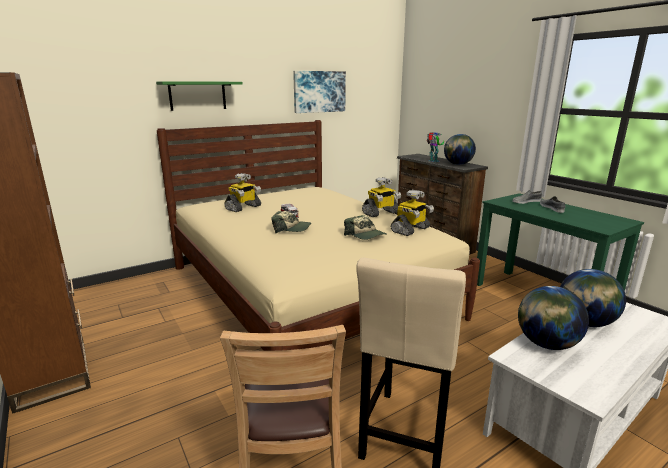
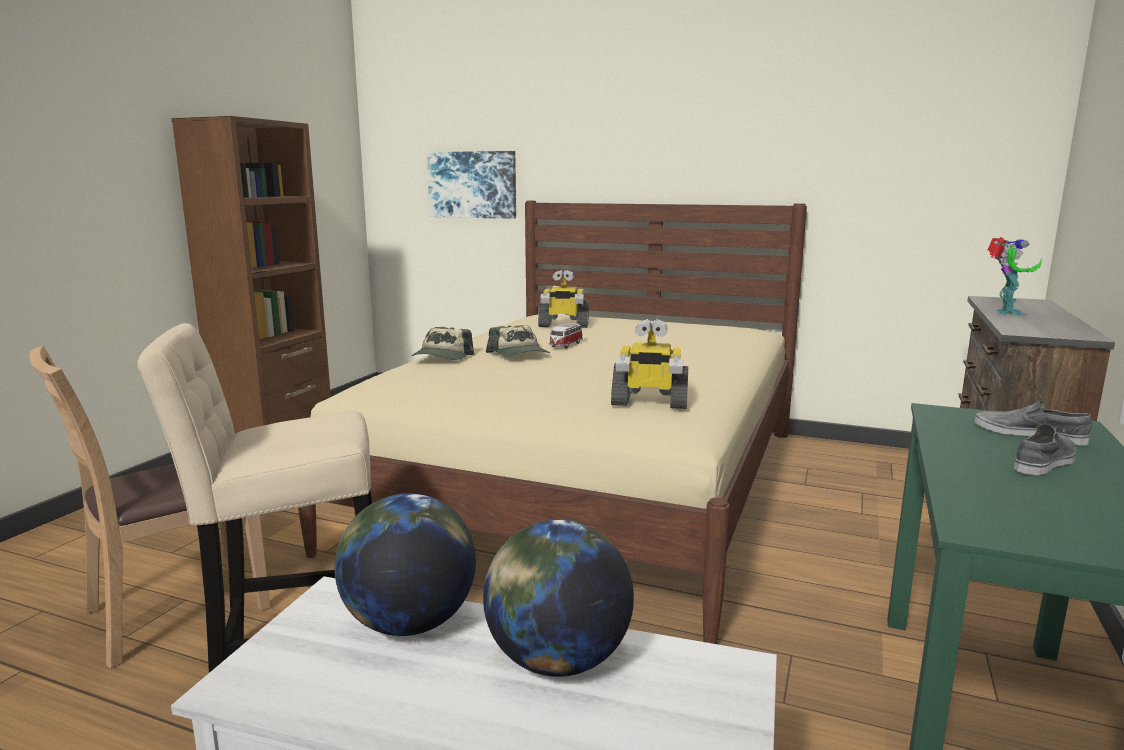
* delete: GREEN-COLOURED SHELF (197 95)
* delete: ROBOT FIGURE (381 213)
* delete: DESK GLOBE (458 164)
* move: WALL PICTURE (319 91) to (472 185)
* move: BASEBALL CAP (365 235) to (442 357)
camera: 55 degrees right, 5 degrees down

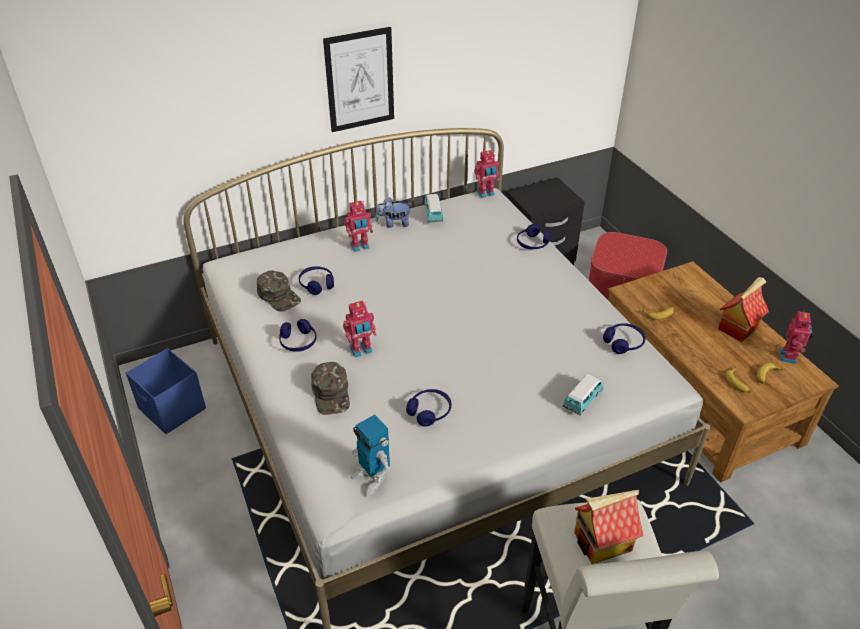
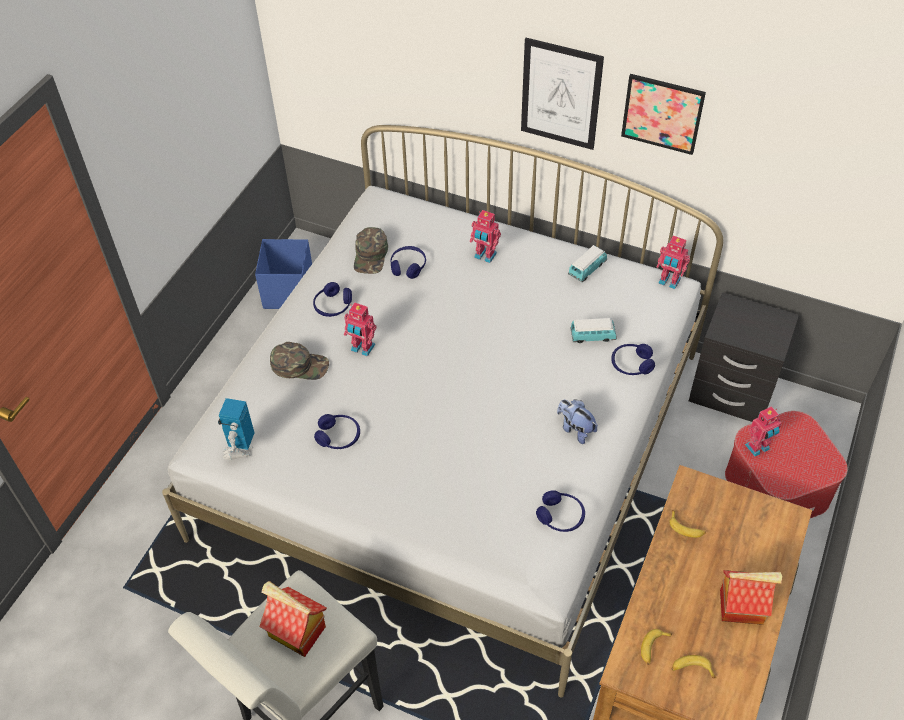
* insert: WALL PICTURE (662 113)
* move: PLUSH TOY (394 224) to (575 429)
* move: MINIATURE CAR (582 400) to (593 336)
* move: ROBOT FIGURE (789 357) to (758 448)
* rotate: GREEN-COLOURED BASEBALL CAP (331 393) = (300 365) 120 degrees counterclockwise
camera: 50 degrees right, 10 degrees up

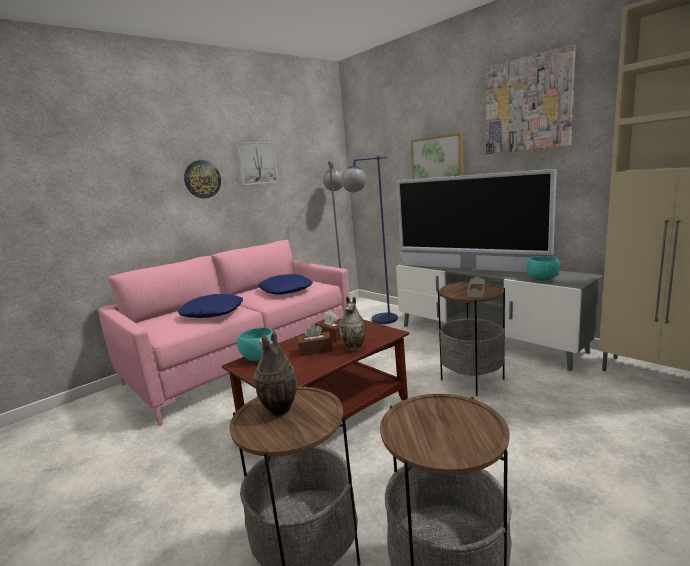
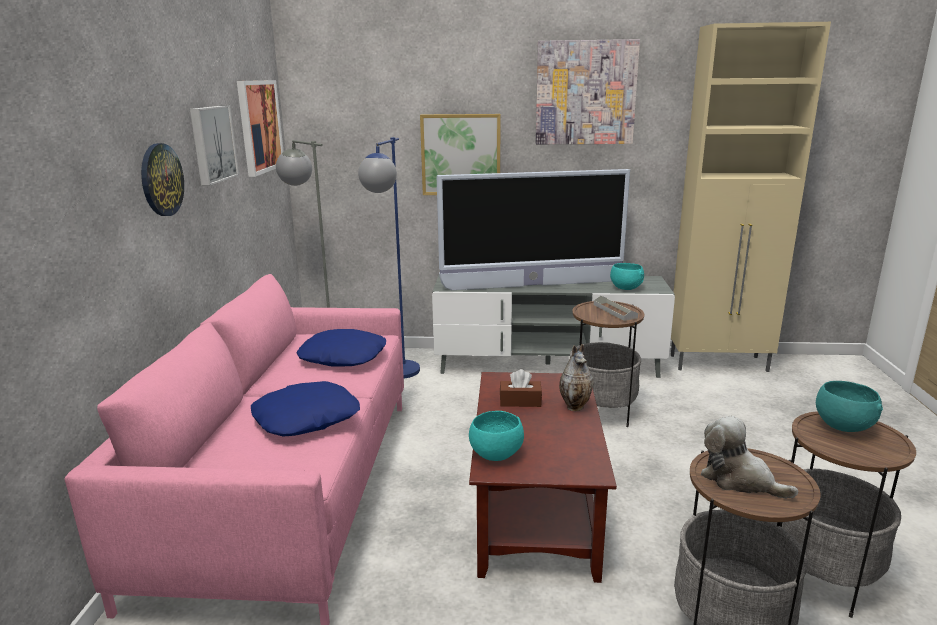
* delete: BROWNISH TISSUE HOLDER (315 350)
* insert: WALL PICTURE (259 126)
* insert: BLUE-GREEN BOWL (842 426)
* replace: FLOWER VASE (279 411) to PLUSH TOY (739 479)
camera: 45 degrees left, 5 degrees up

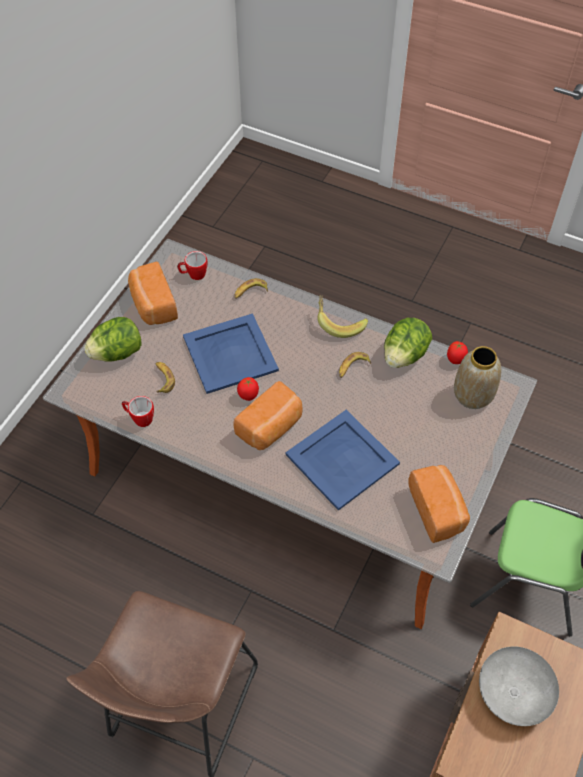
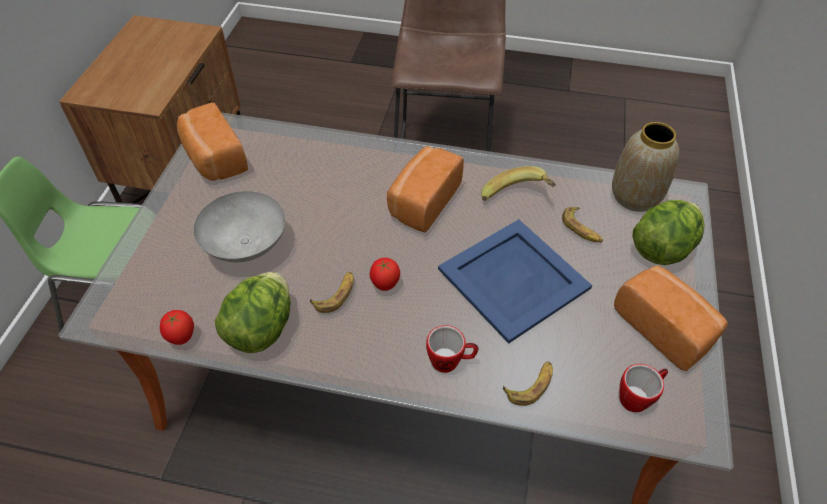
* delete: BLUE TRAY (341 459)
* move: COFFEE MUG (139 418) to (450 361)
* move: FRESH TOMATO (248 396) to (385 285)
* move: BANANA FRUIT (339 323) to (517 199)
* move: FLOWER VASE (472 395) to (635 197)
* move: GREY BOWL (513 695) to (245 244)
camera: 165 degrees right, 5 degrees down

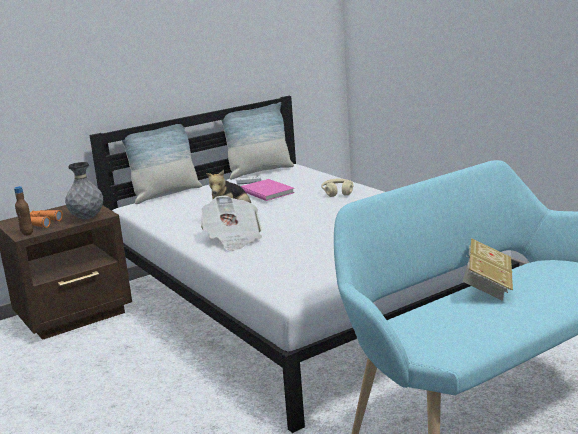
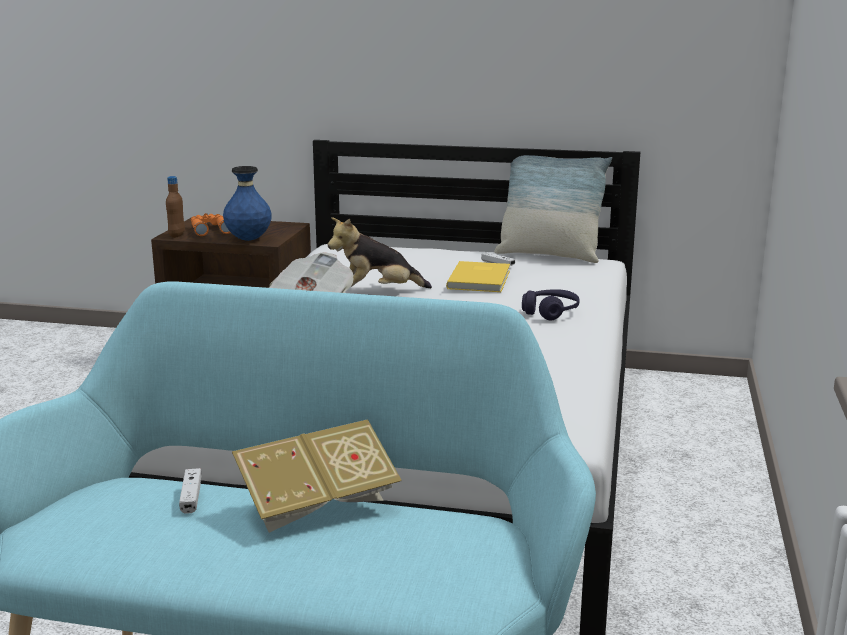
* delete: THROW PILLOW (165 194)
* insert: WHITE-COLOURED GAME CONTROLLER (191 497)
* recolor: GREY FLOWER VASE (87 218) to BLUE FLOWER VASE (248 240)
* recolor: PINK-COLOURED VOLUME (268 191) to YELLOW VOLUME (481 279)
* recolor: BEIGE-COLOURED HEADSET (338 192) to PURPLISH HEADSET (550 312)
camera: 45 degrees right, 0 degrees up

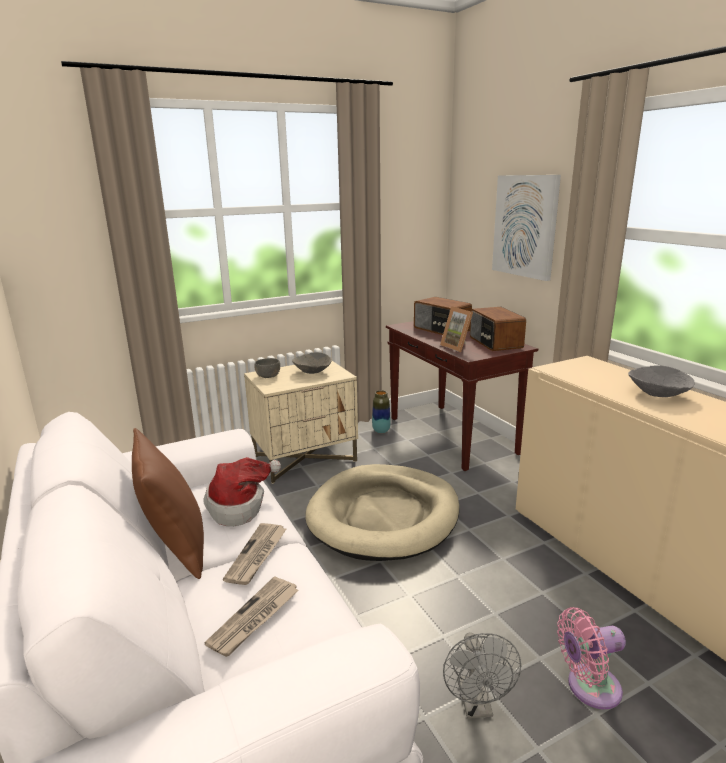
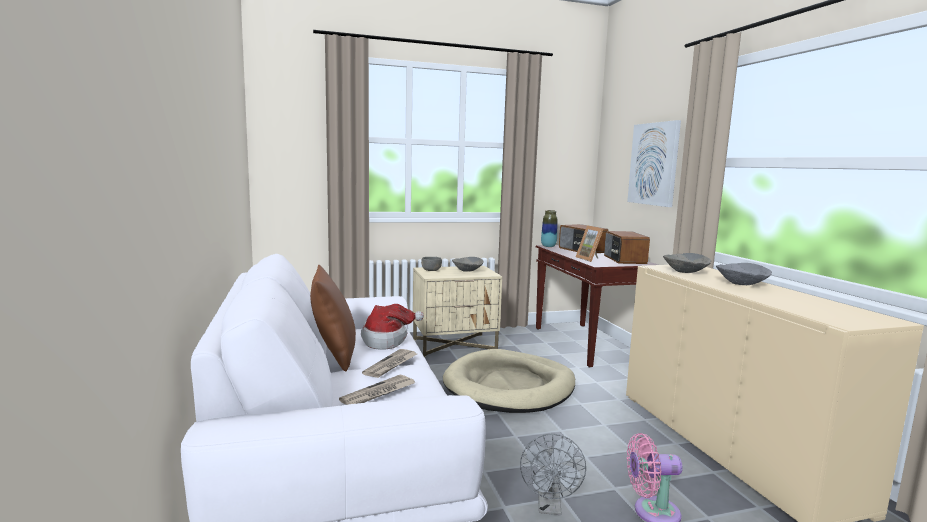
* insert: GREY BOWL (685 272)
* move: FLOWER VASE (381 431) to (548 246)
camera: 10 degrees right, 10 degrees down

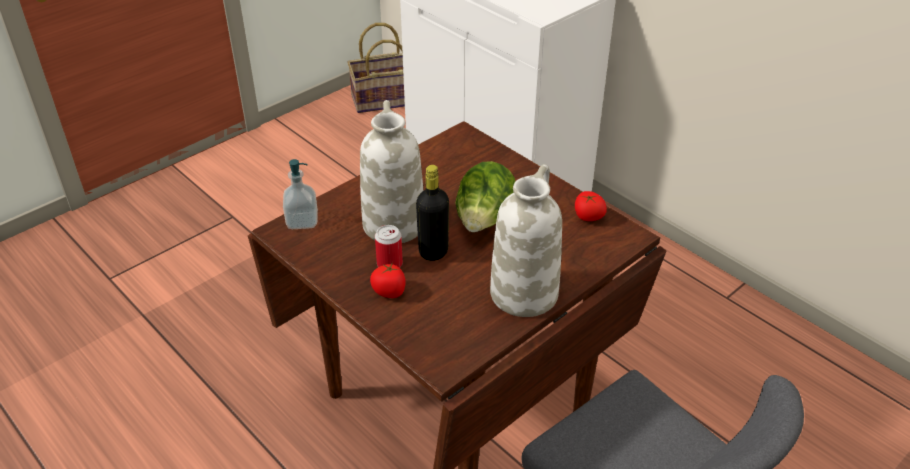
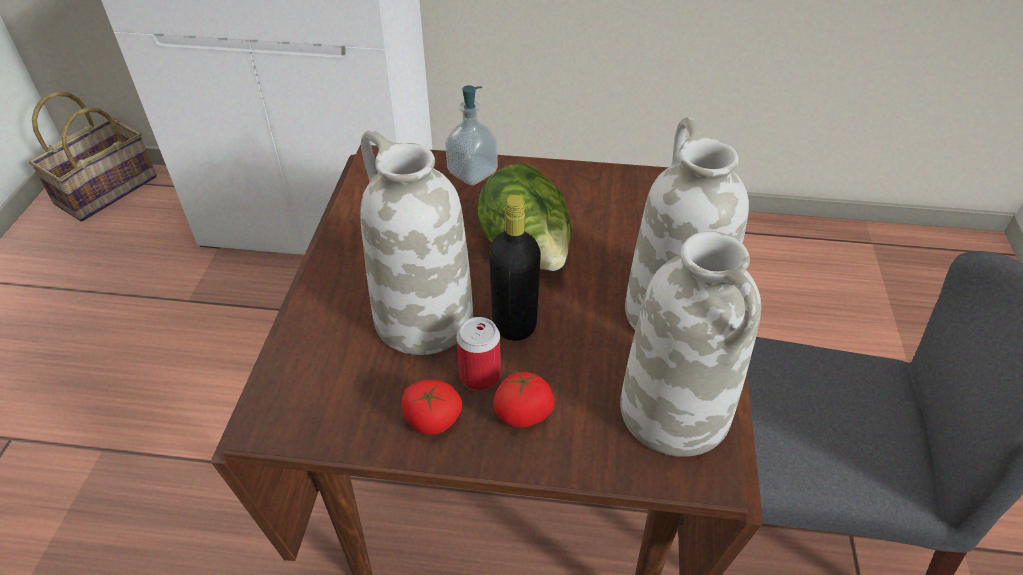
* insert: WHITE-COLOURED FLOWER VASE (676 412)
* move: SOAP BOTTLE (302 221) to (472 173)
* move: FRESH TOMATO (588 217) to (432 420)
camera: 40 degrees left, 5 degrees up

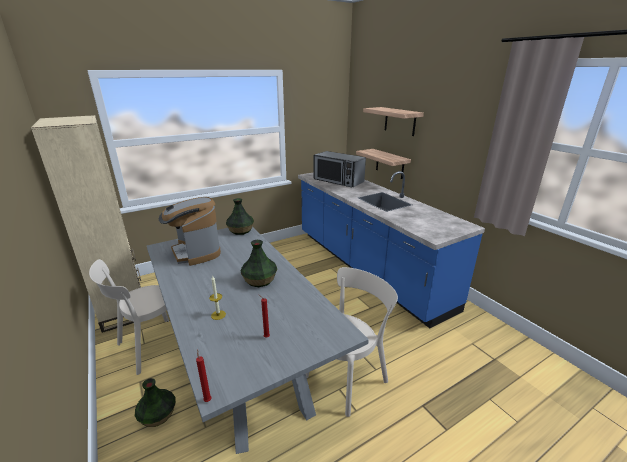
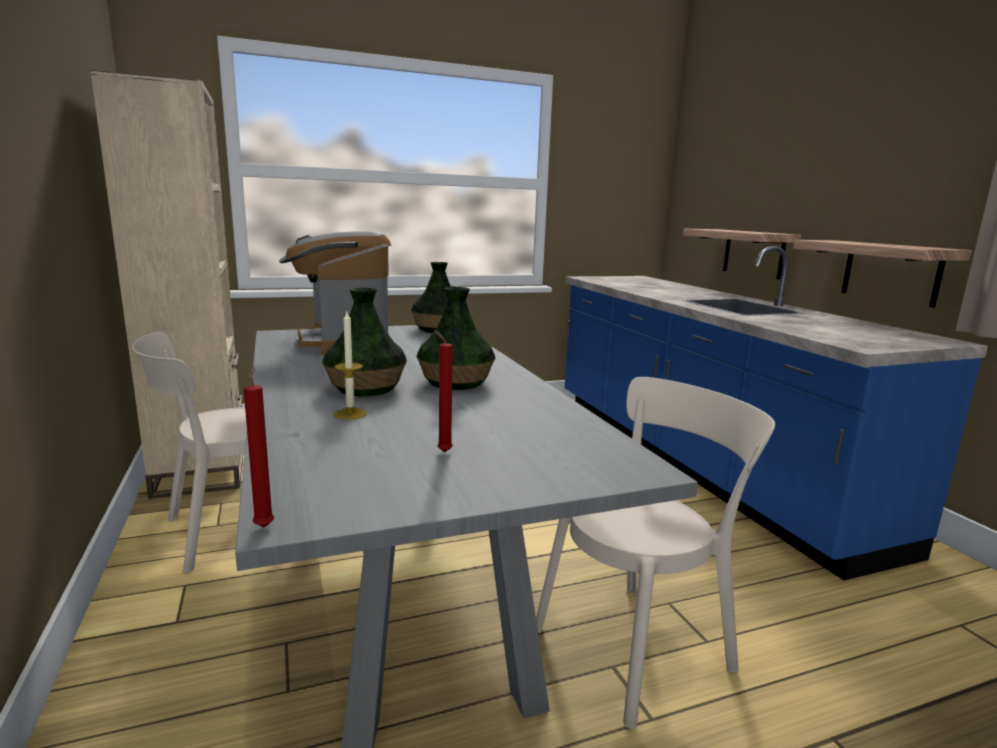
* delete: MICROWAVE OVEN (338 181)
* move: FLOWER VASE (158 415) to (365 388)
* move: SHELF (400 121) to (890 272)
camera: 10 degrees right, 10 degrees down

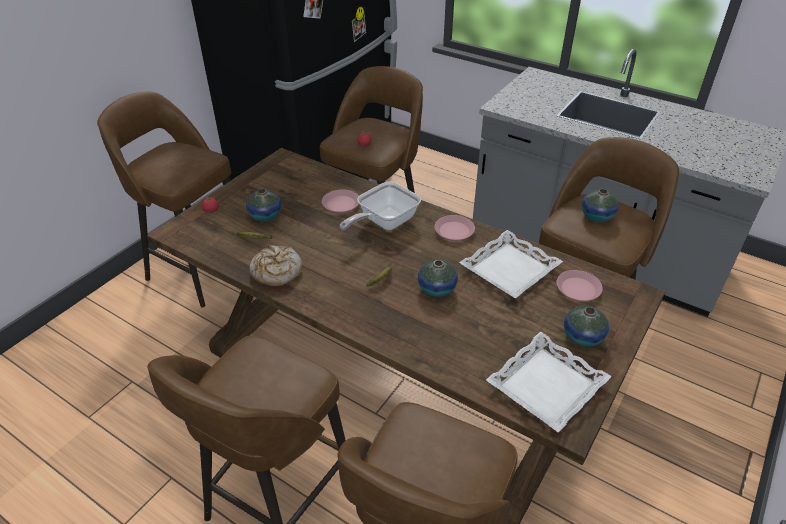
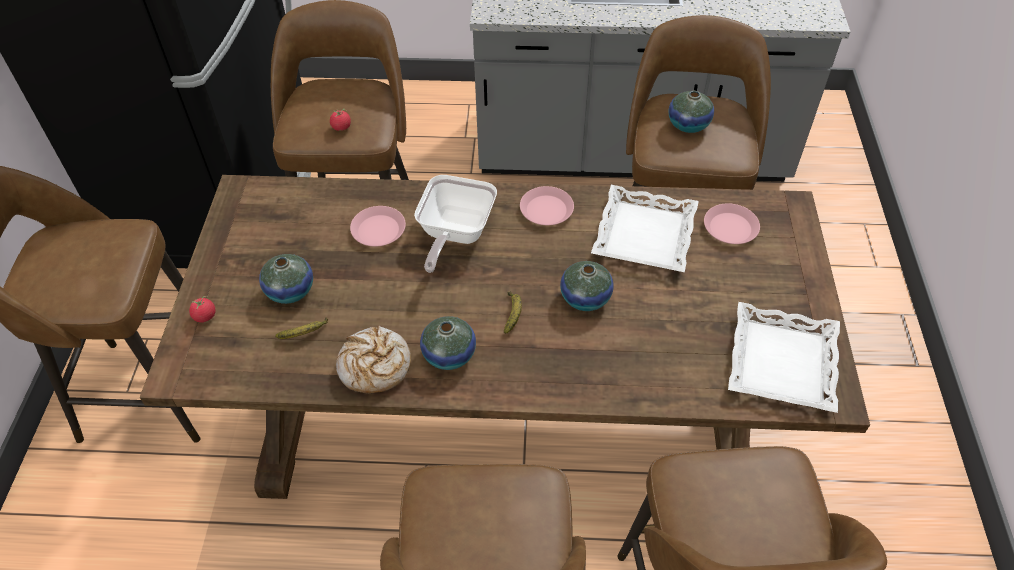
* move: FLOWER VASE (582 337) to (449 355)
camera: 30 degrees left, 10 degrees up

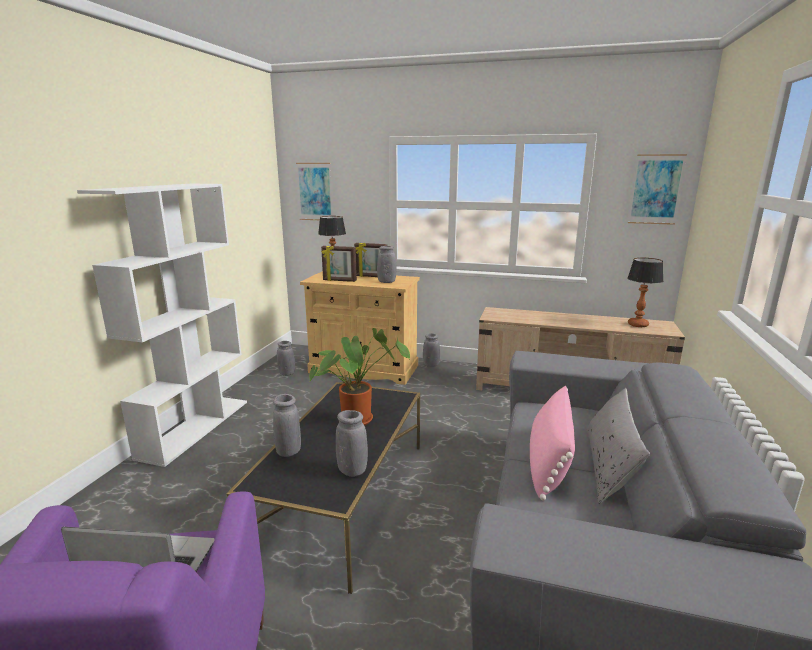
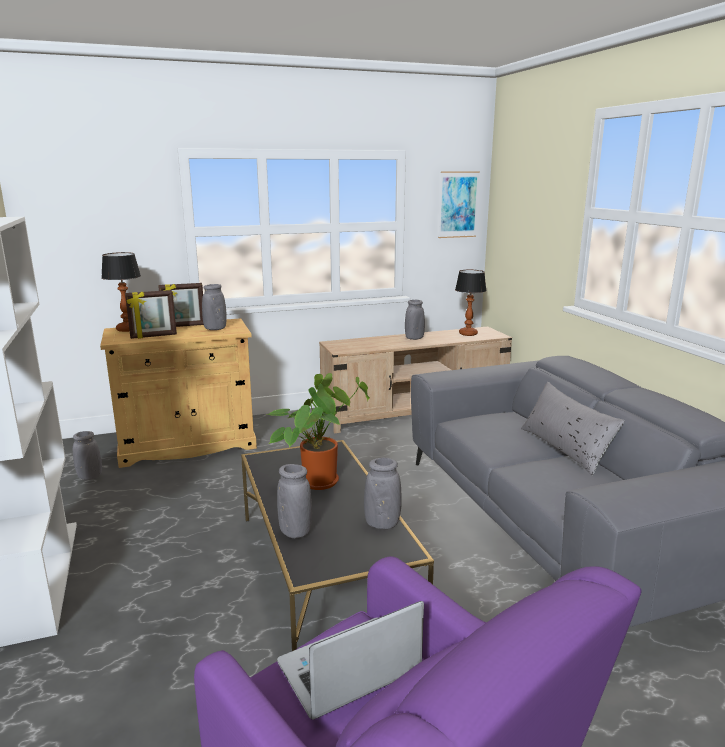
* delete: WALL PICTURE (315 191)
* delete: PINK-COLOURED THROW PILLOW (549 460)
* move: GREY FLOWER VASE (431 365) to (414 338)
camera: 35 degrees left, 0 degrees up

